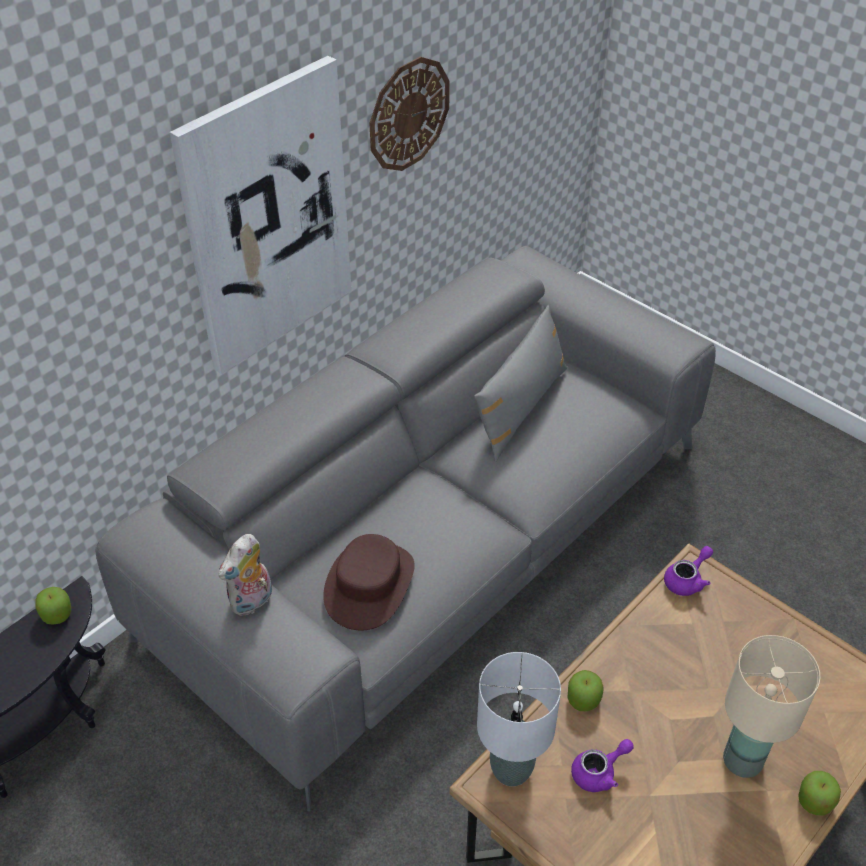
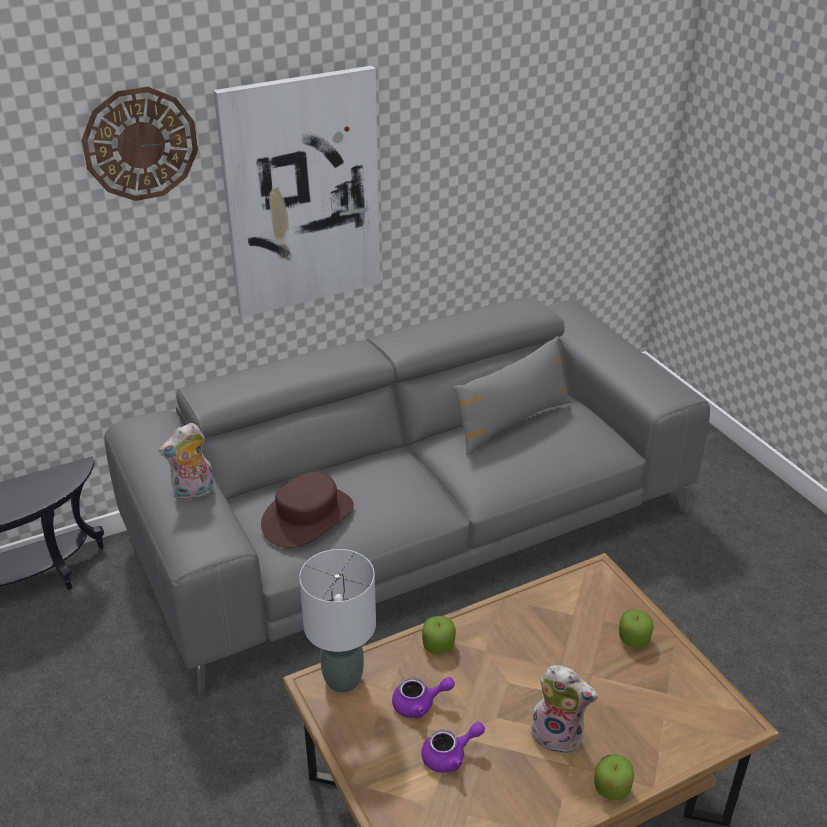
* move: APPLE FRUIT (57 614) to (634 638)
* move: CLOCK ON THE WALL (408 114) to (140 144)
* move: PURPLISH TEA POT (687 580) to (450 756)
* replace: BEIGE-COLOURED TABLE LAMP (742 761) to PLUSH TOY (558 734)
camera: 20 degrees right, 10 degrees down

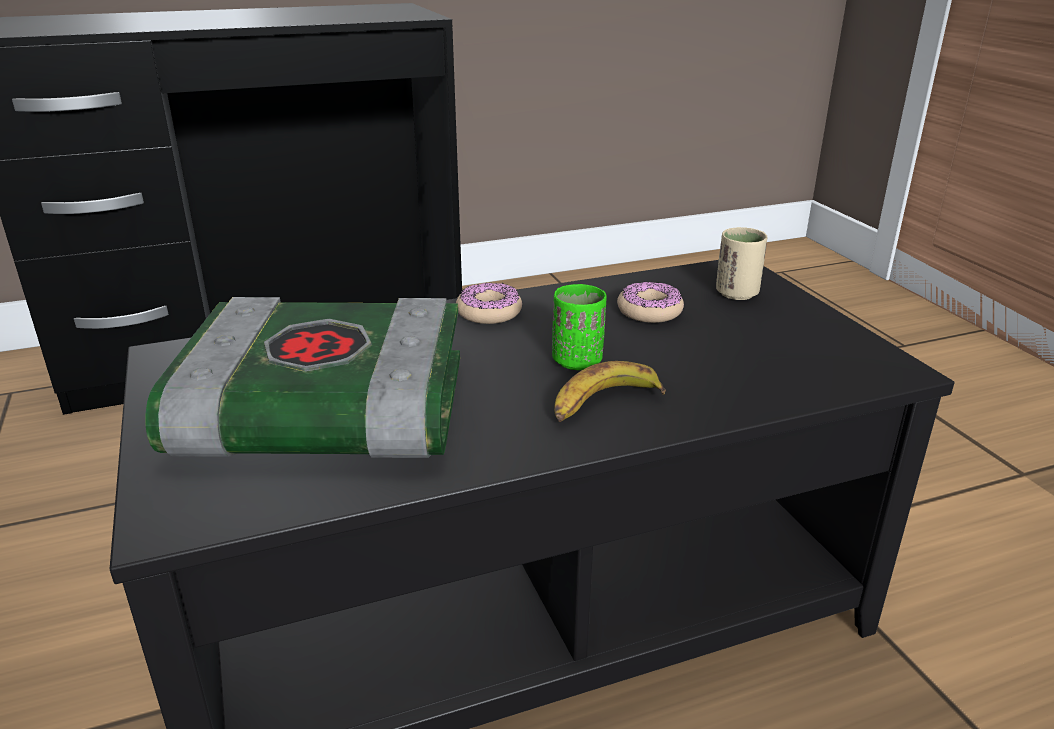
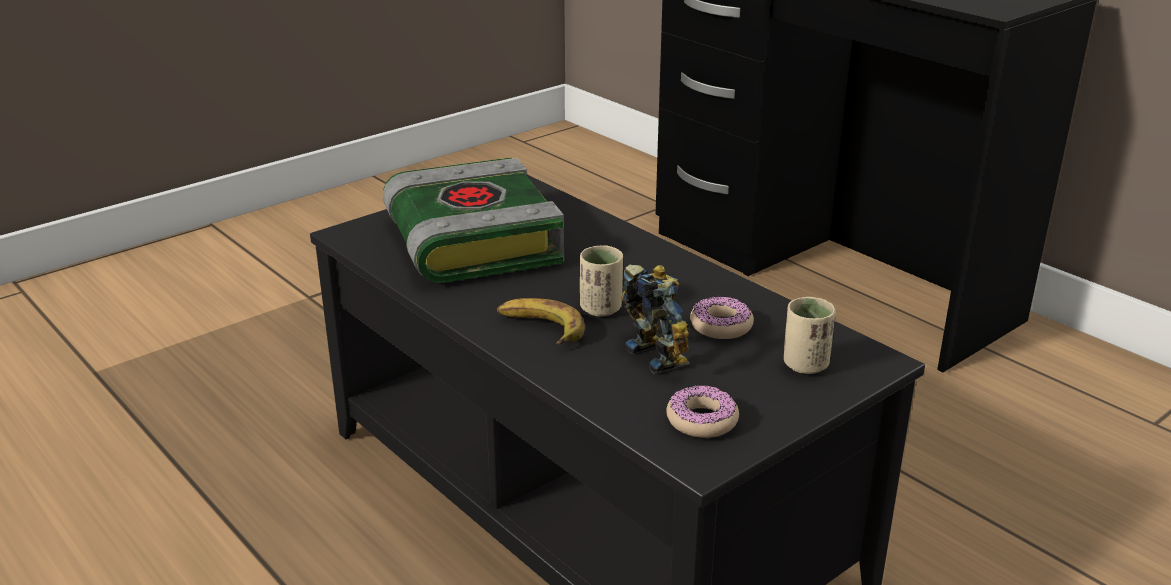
* insert: ROBOT FIGURE (660 353)
* move: RING DOUGHNUT (489 312) to (702 420)
* recolor: GREEN-COLOURED SMALL CUP (577 361) to BEIGE-COLOURED SMALL CUP (601 309)
camera: 70 degrees right, 0 degrees up

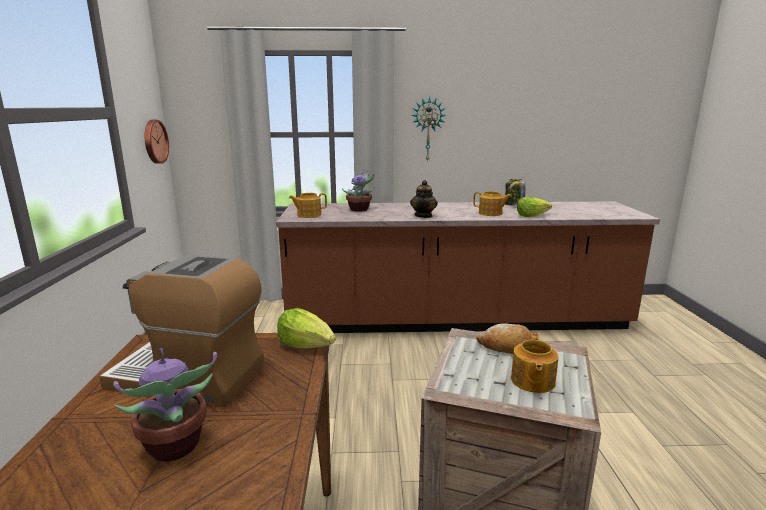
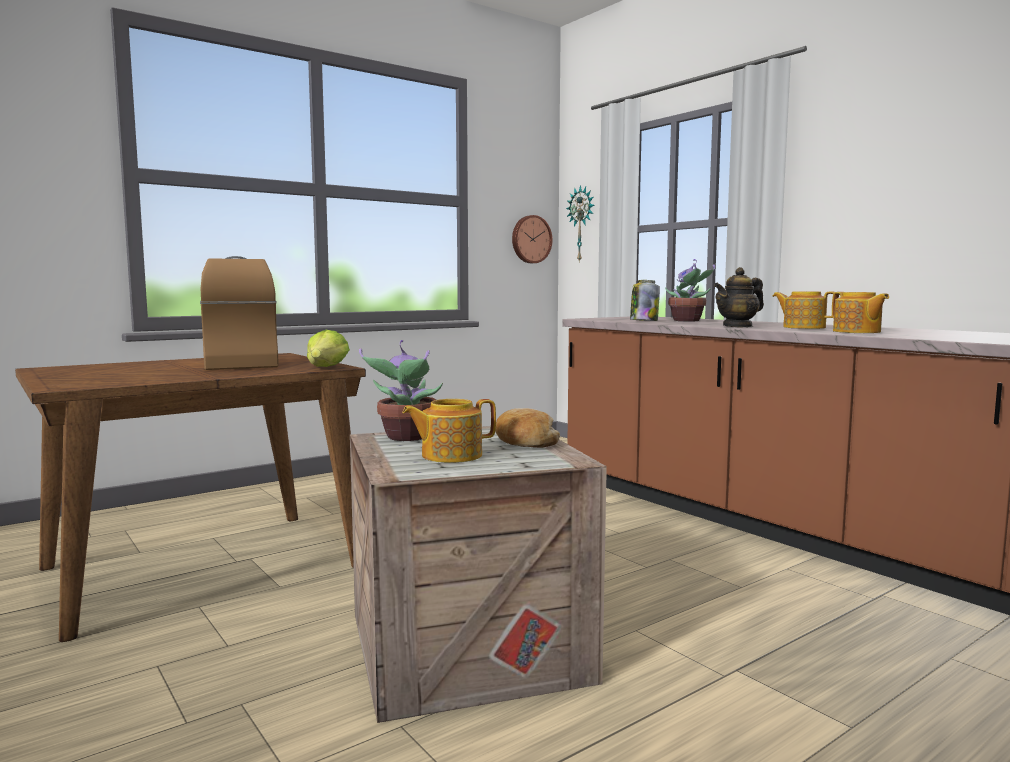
* delete: LETTUCE (531 216)
* move: PLANT IN A POT (175 447) to (406 437)
* move: TEA POT (308 215) to (803 327)
* move: CLOCK ON THE WALL (428 129) to (582 224)
* move: JAR (514 205) to (643 321)
camera: 55 degrees right, 10 degrees down

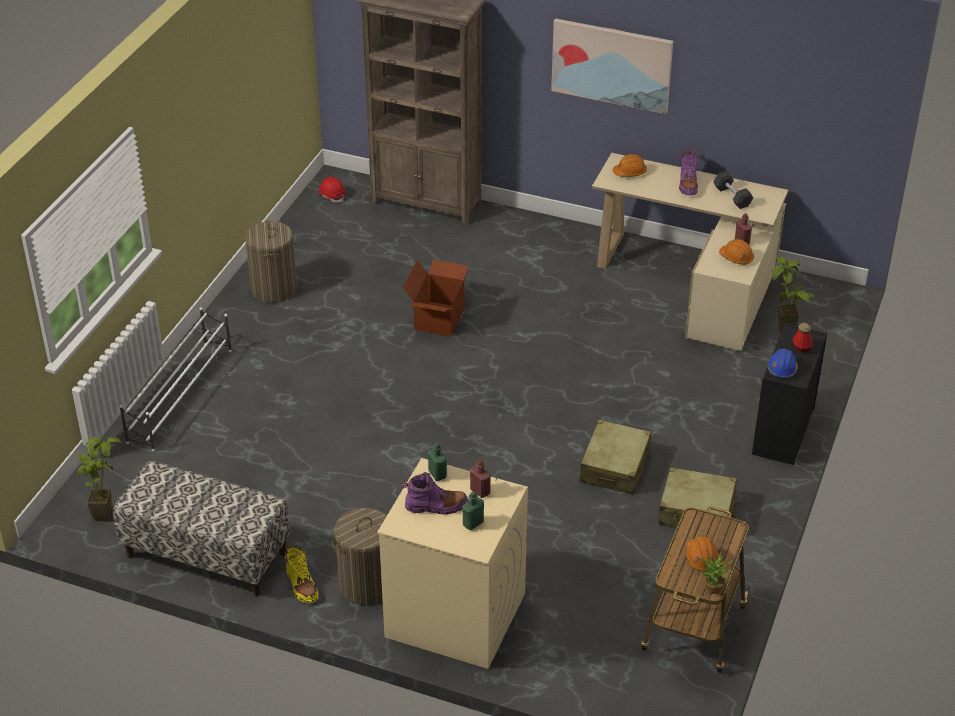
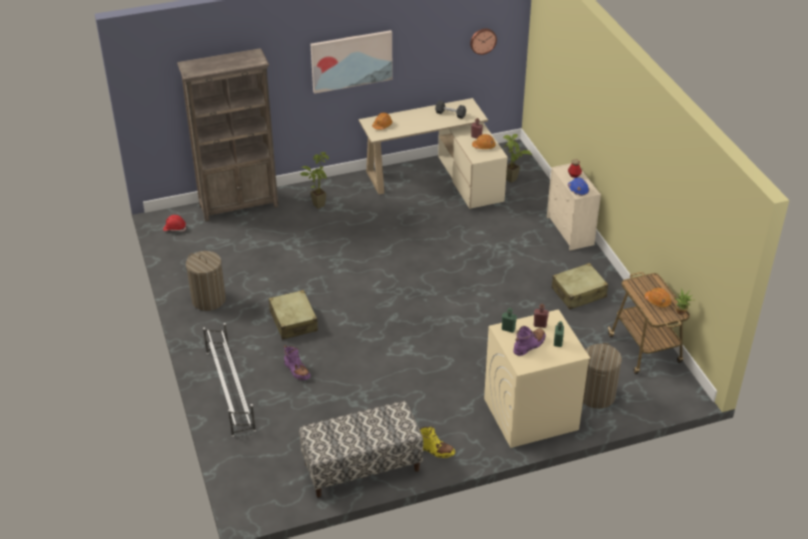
* delete: CARTON (438 319)
* insert: CLOCK ON THE WALL (482 40)
* move: PLANT IN A POT (106 511) to (317 203)
* move: LAUNDRY BASKET (366 585) to (596 395)
* move: BEIGE-COLOURED PIECE OF LUGGAGE (615 466) to (293 321)
* move: PURPLISH BOOT (688 184) to (296 370)
* recolor: BLACK DRAWER CHEST (783 432) to BEIGE-COLOURED DRAWER CHEST (570 231)
camera: 40 degrees left, 0 degrees up

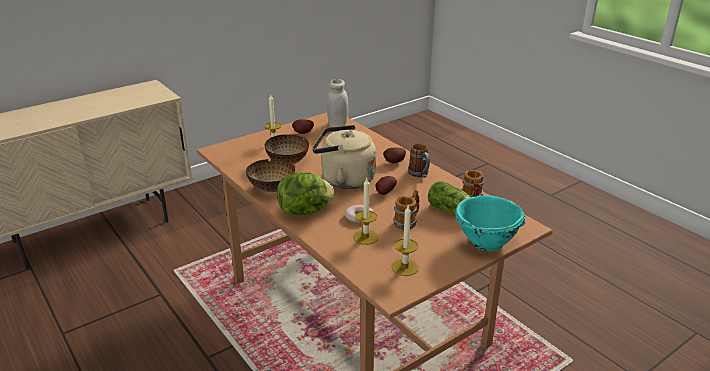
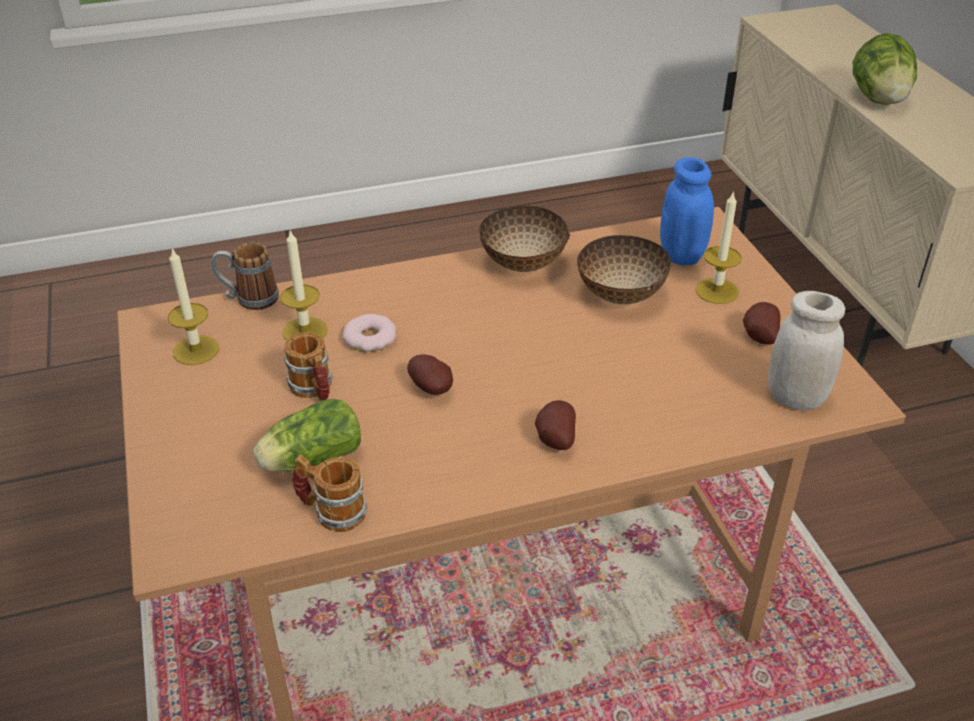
* delete: BEIGE-COLOURED KETTLE (344 179)
* delete: BLUE-GREEN BOWL (485 242)
* insert: BLUE JAR (681 255)
* move: LETTUCE (305 212) to (879 99)
* move: COFFEE MUG (420 175) to (249 299)
camera: 110 degrees right, 10 degrees up

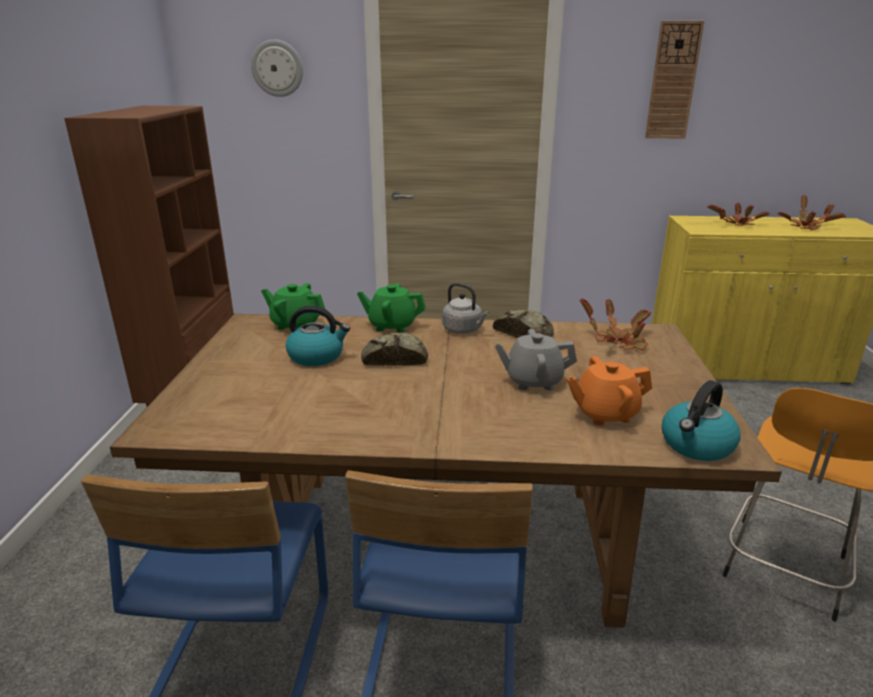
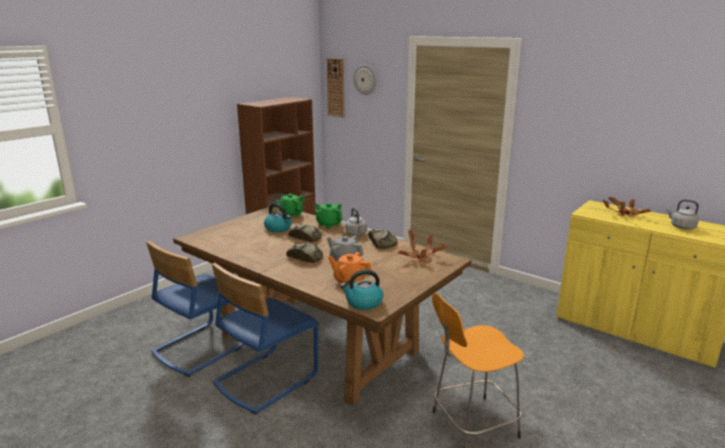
* insert: BAKED BREAD (306 257)
* move: CLOCK ON THE WALL (673 81) to (336 87)
* replace: PLANT IN A POT (806 227) to GREY KETTLE (681 227)
camera: 35 degrees right, 5 degrees down

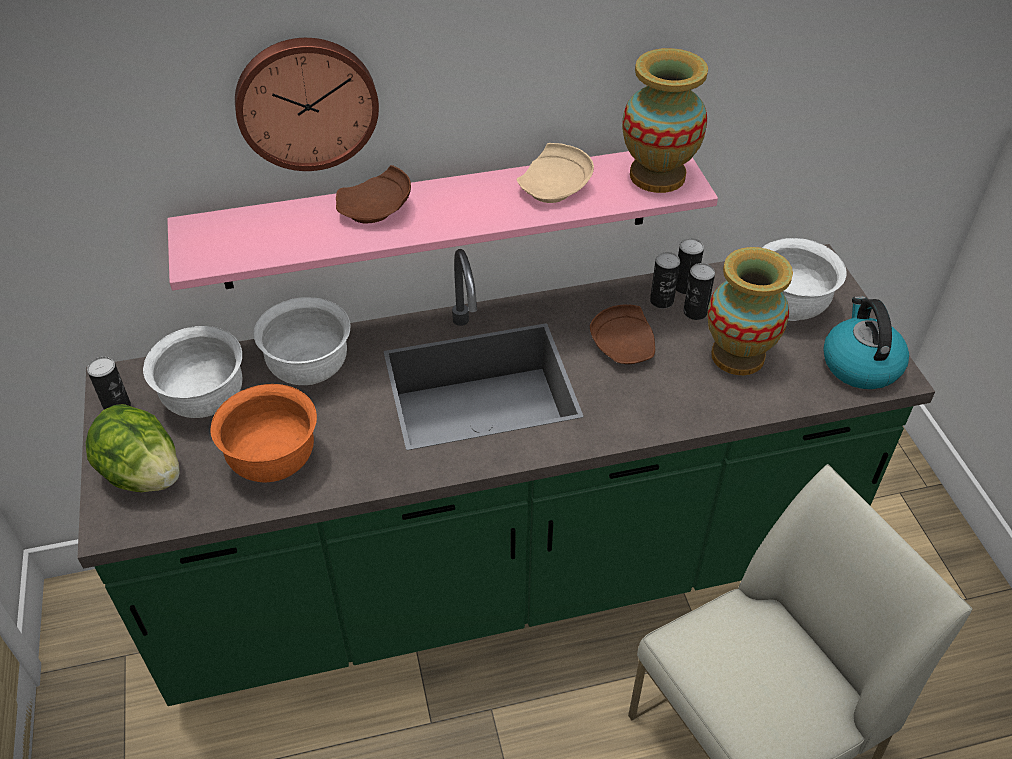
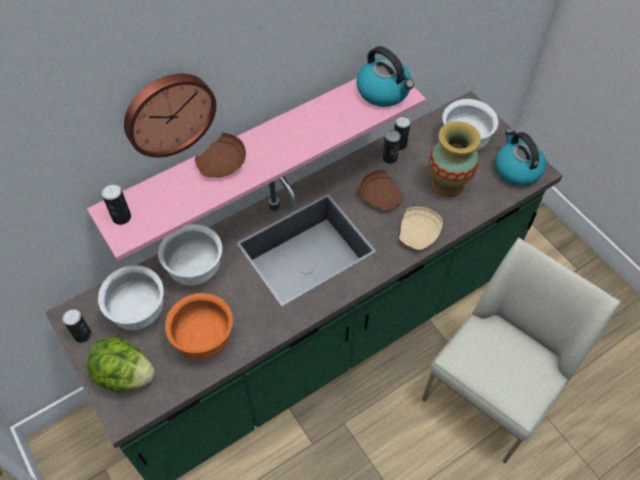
* move: BEIGE-COLOURED FLAT DISH (555 188) to (419 234)
* move: SEALED CAN (695 312) to (121 217)
* replace: FLOWER VASE (657 176) to KETTLE (384 91)
camera: 20 degrees left, 10 degrees up

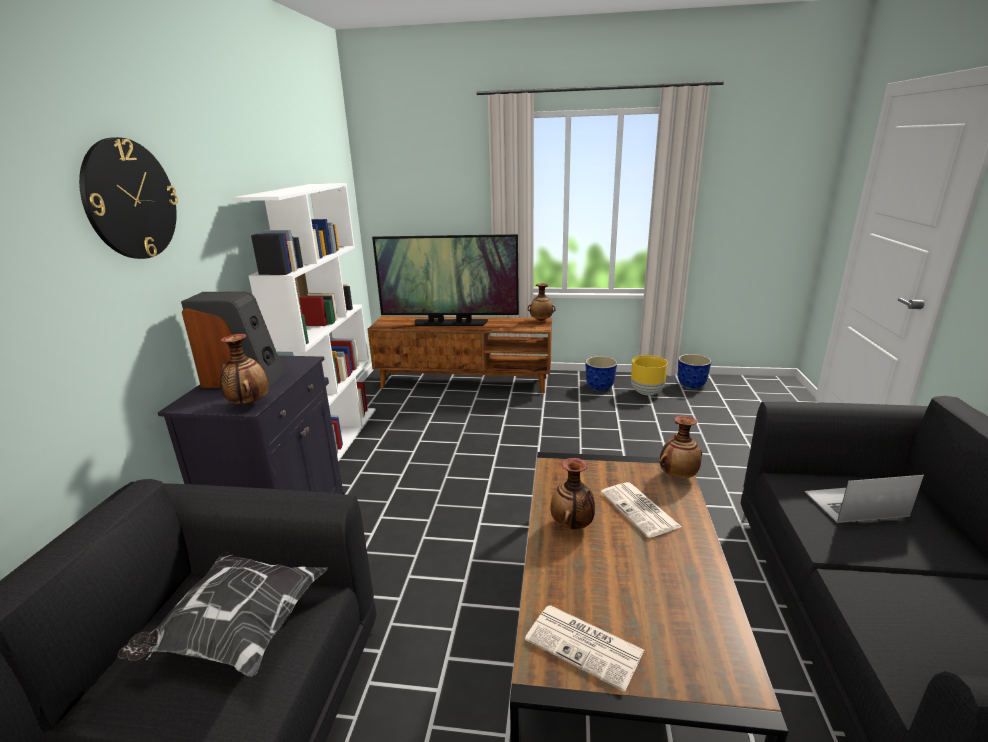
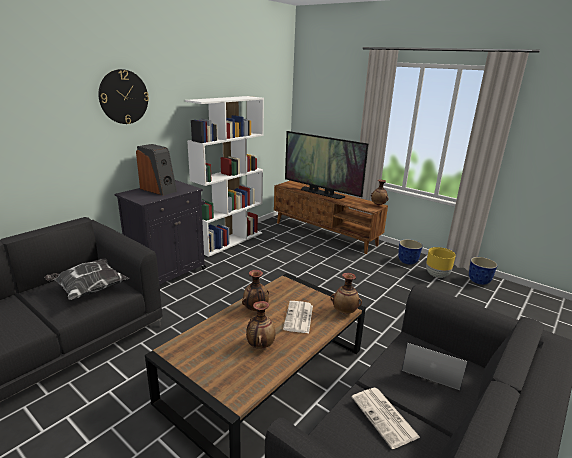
* move: FLOWER VASE (248 404) to (260 345)
* move: PRINTED PAPER (586 645) to (385 417)
camera: 30 degrees right, 0 degrees up

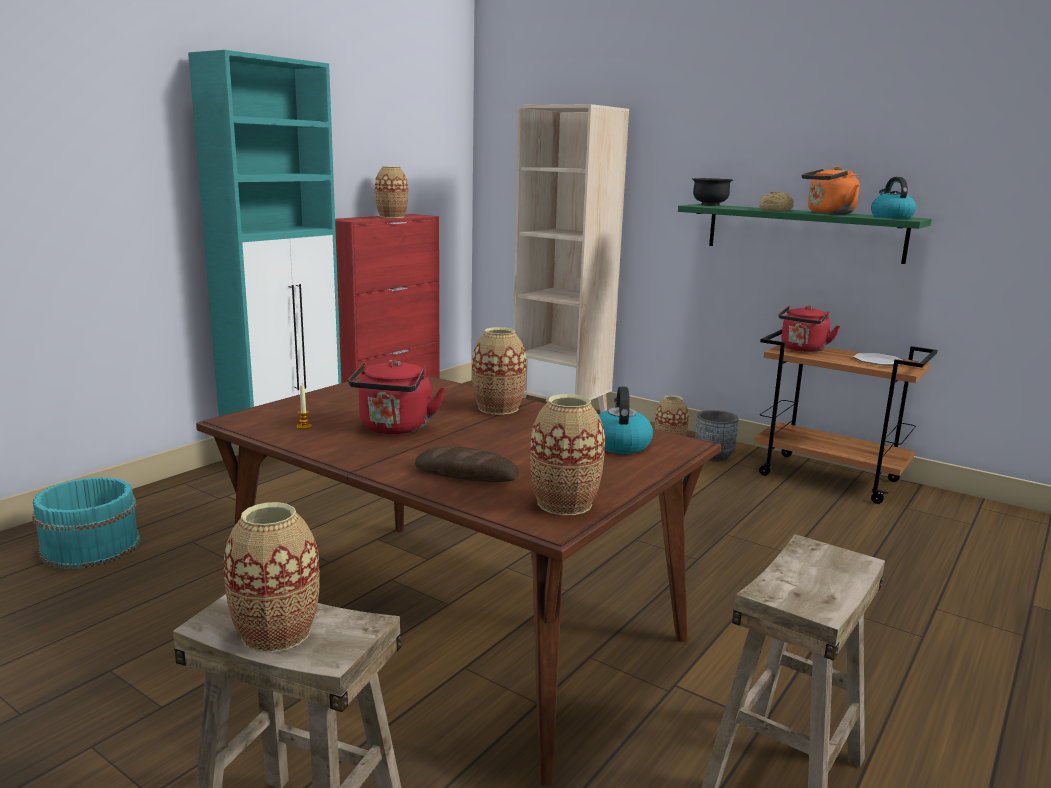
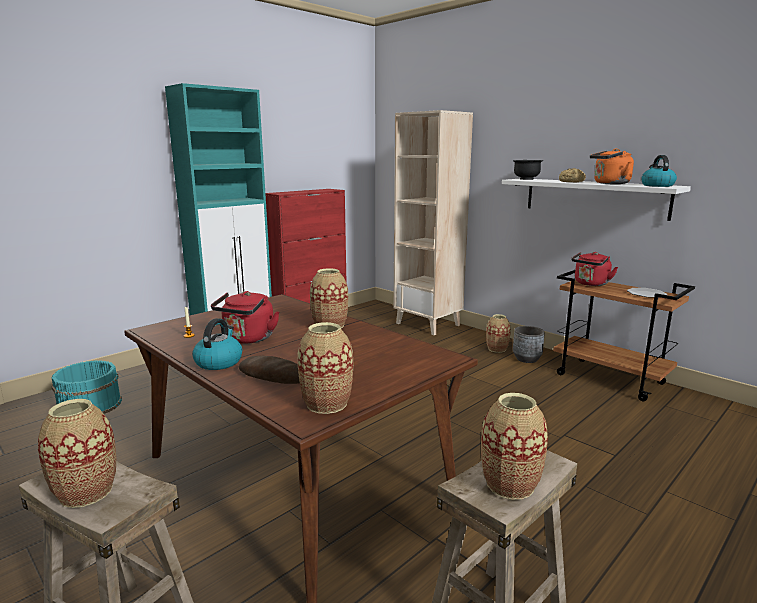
* move: FLOWER VASE (392 217) to (510 484)
* move: KETTLE (619 444) to (219 362)
* recolor: GREEN-COLOURED SHELF (803 232) to WHITE-COLOURED SHELF (594 198)
camera: 10 degrees right, 0 degrees up

